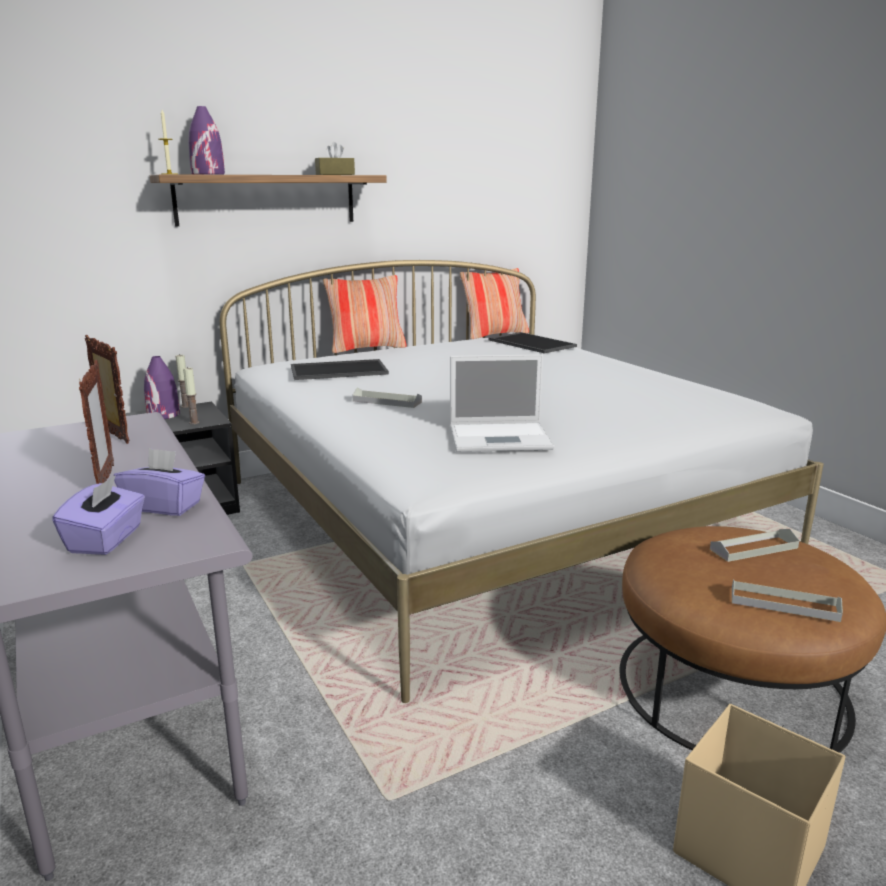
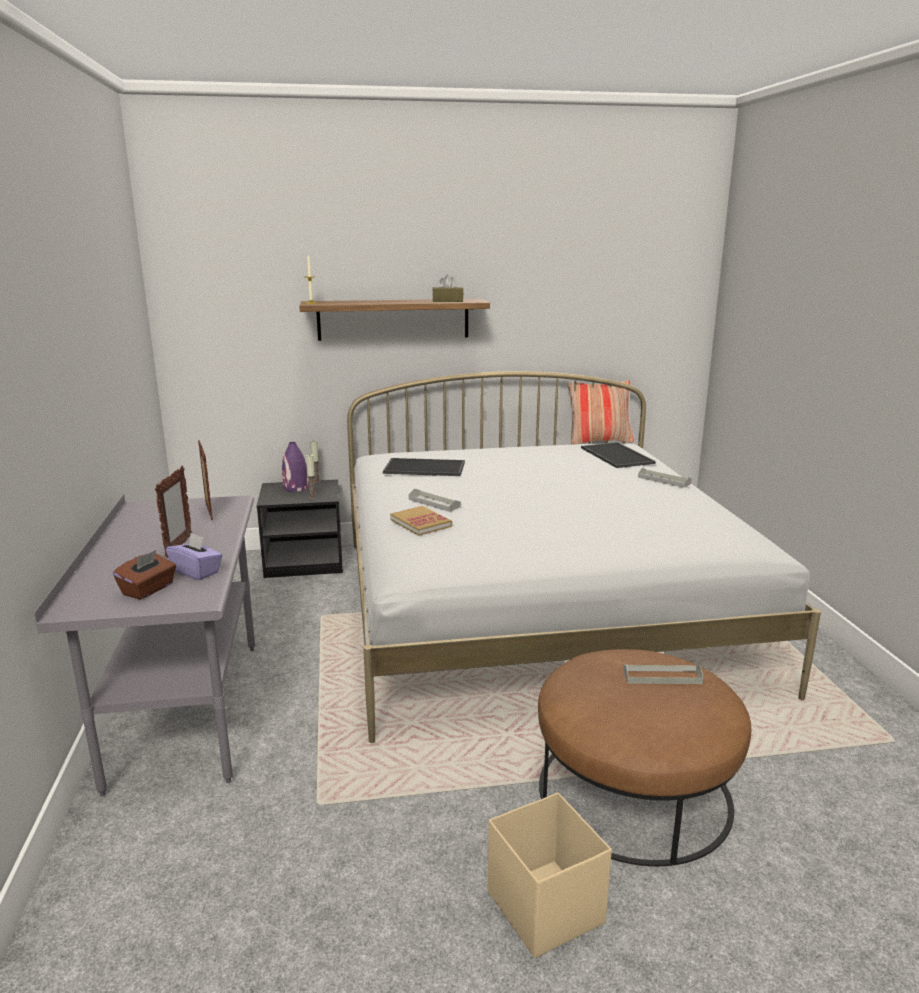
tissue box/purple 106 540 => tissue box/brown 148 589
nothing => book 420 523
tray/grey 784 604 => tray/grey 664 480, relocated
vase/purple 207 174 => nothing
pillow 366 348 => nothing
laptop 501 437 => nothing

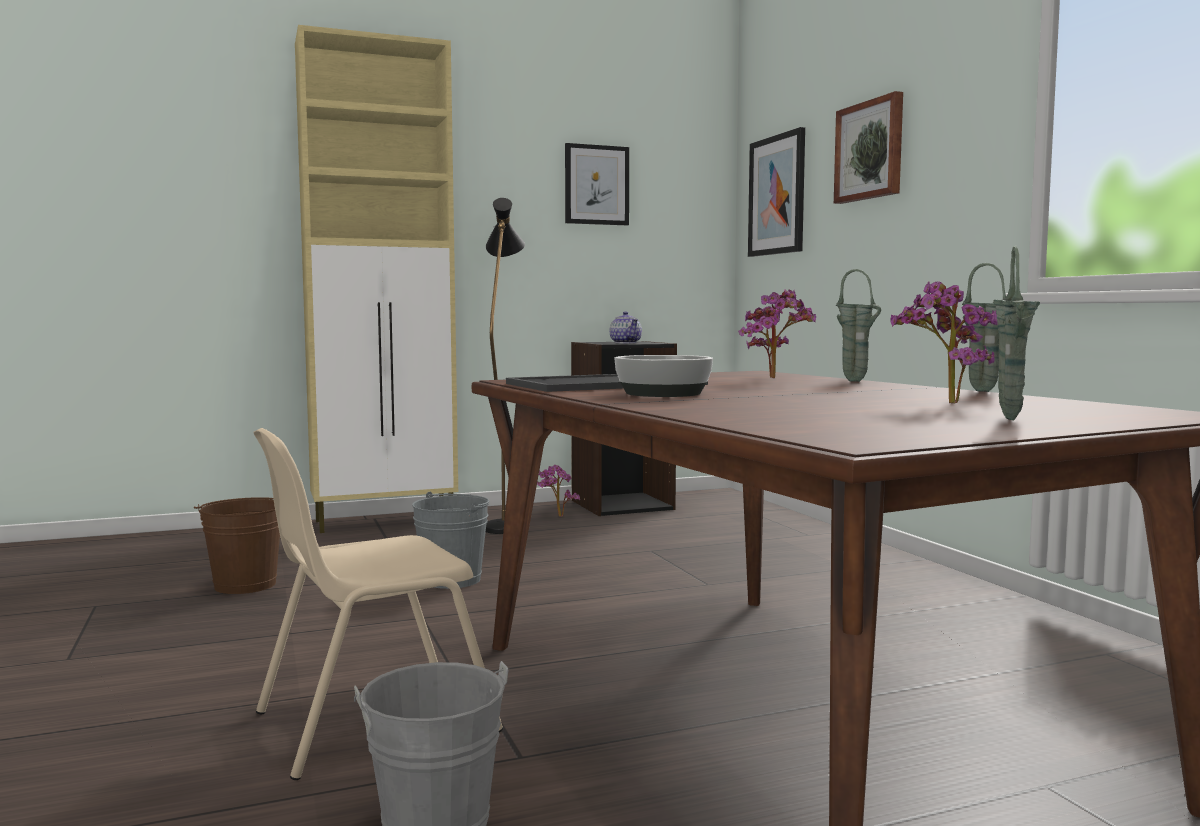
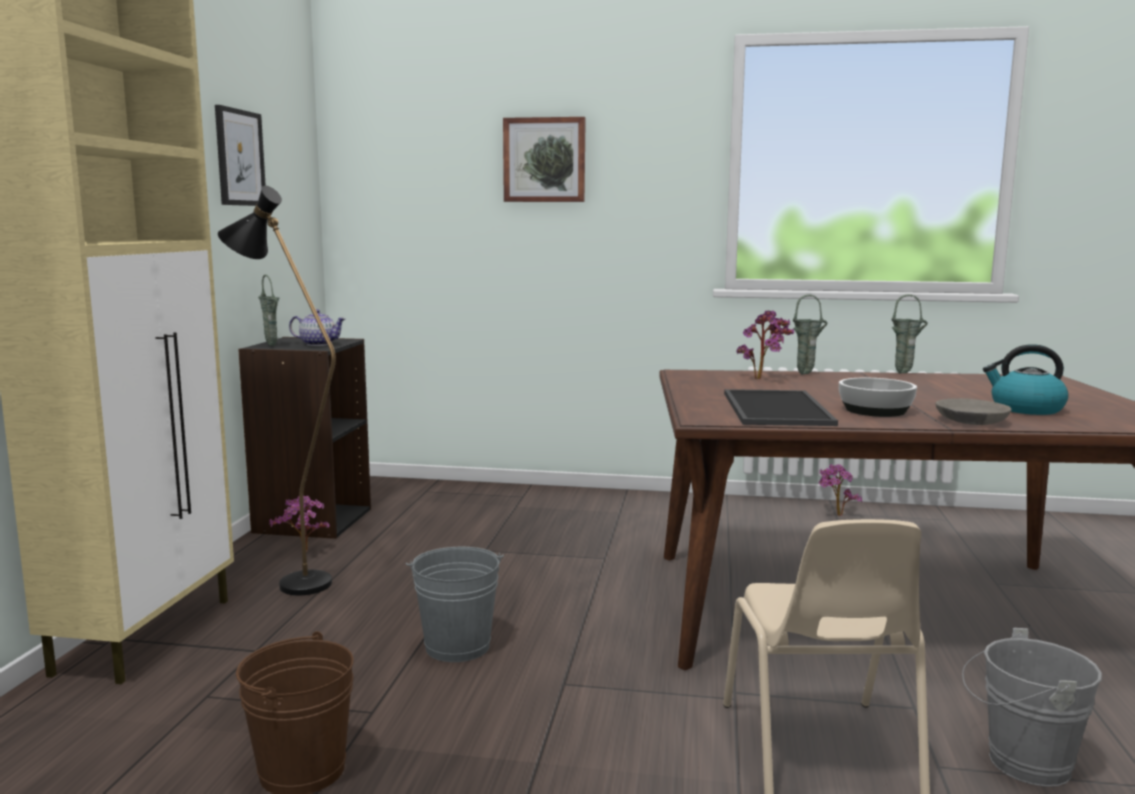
vase/green 1011 420 => vase/green 272 346, relocated
potted plant 944 402 => potted plant 835 515, relocated
nothing => bowl/grey 970 421
nothing => kettle 1025 409
picture 777 195 => nothing

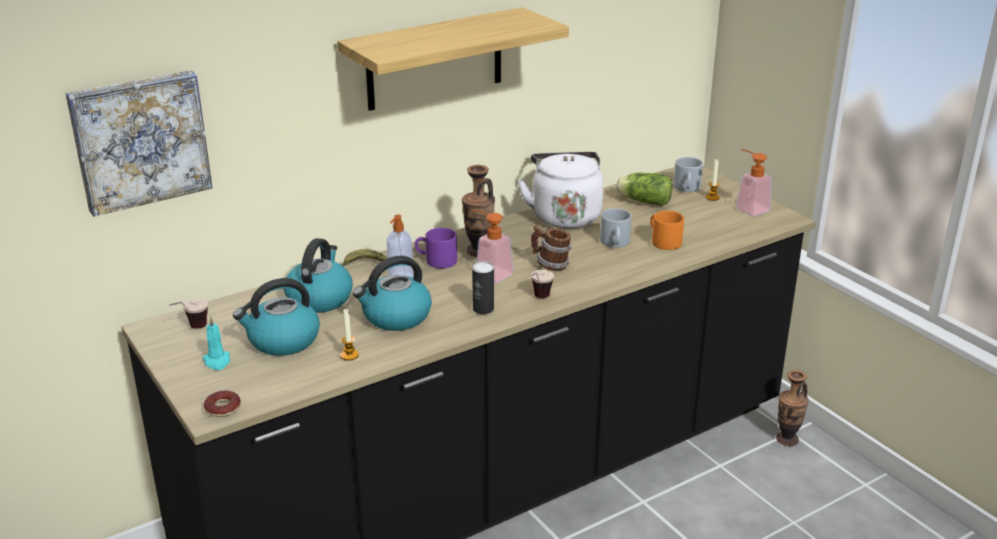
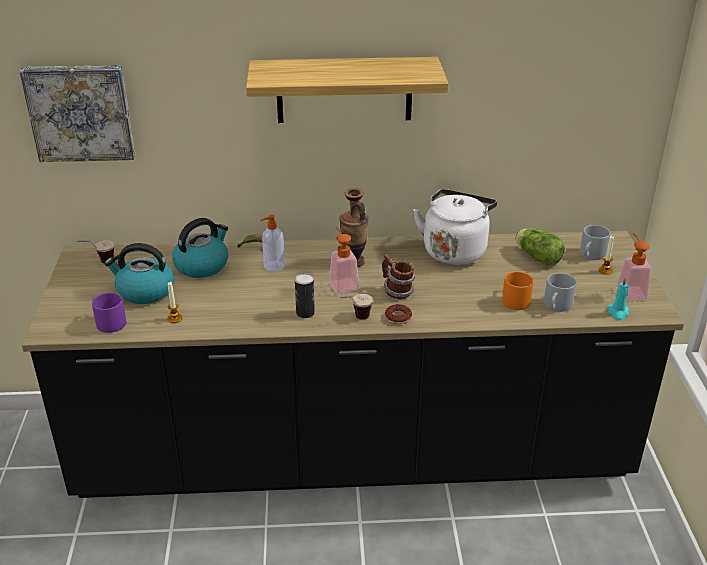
mug/purple 436 261 => mug/purple 107 322, relocated
donut 223 408 => donut 398 317, relocated
mug/grey 616 243 => mug/grey 556 306, relocated
candle/turquoise 217 361 => candle/turquoise 618 313, relocated
kettle 395 317 => nothing
vase 787 439 => nothing

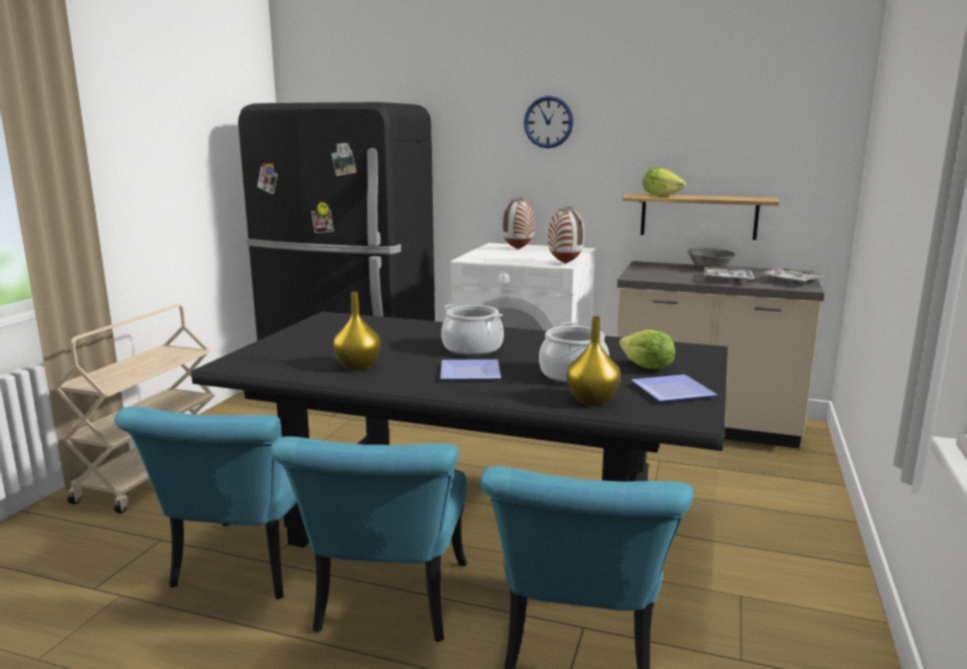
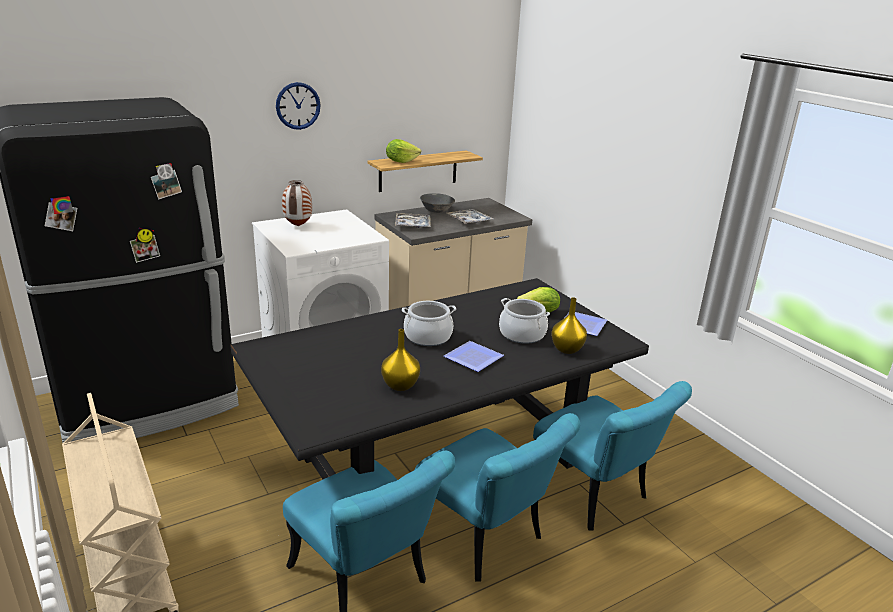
tray 791 281 => tray 412 225, relocated
vase 566 263 => nothing

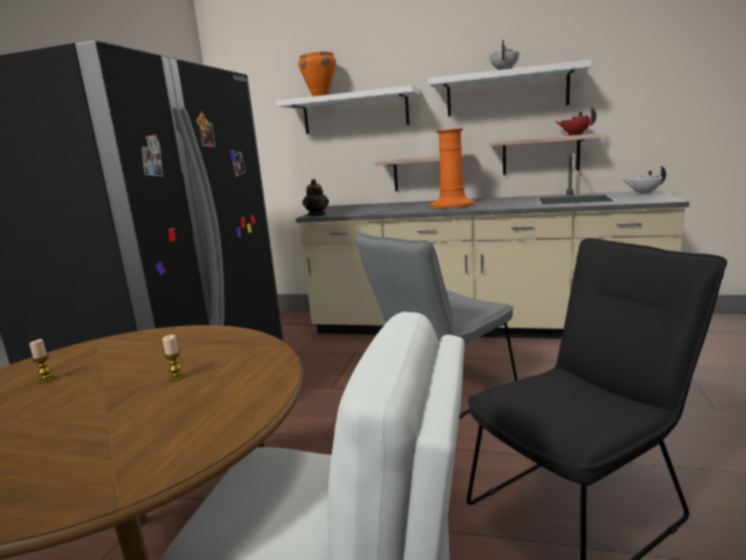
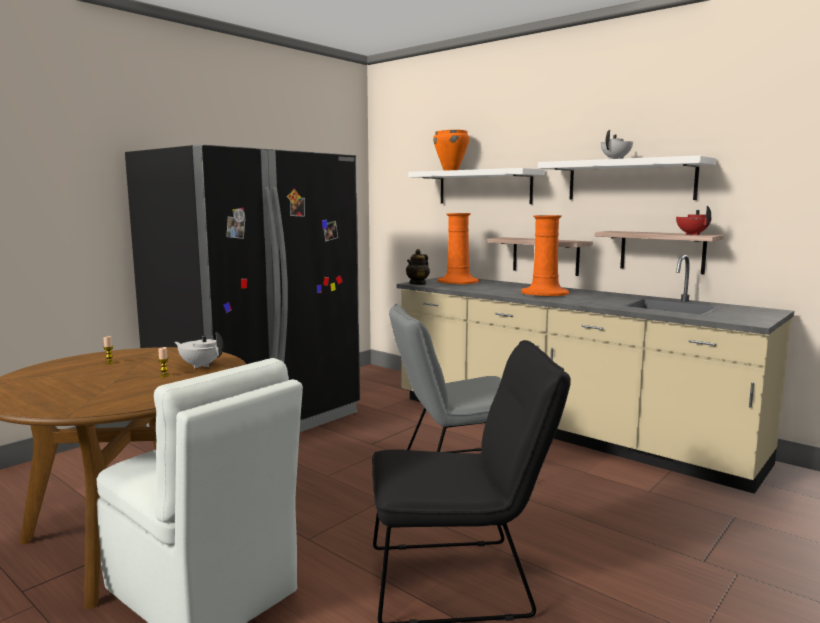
teapot/white 643 193 => teapot/white 200 365, relocated
nothing => vase/orange 458 282

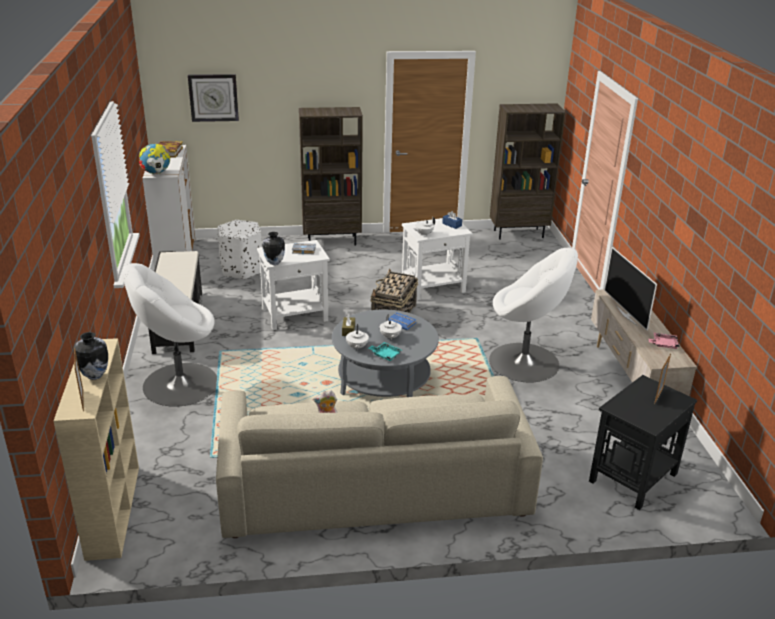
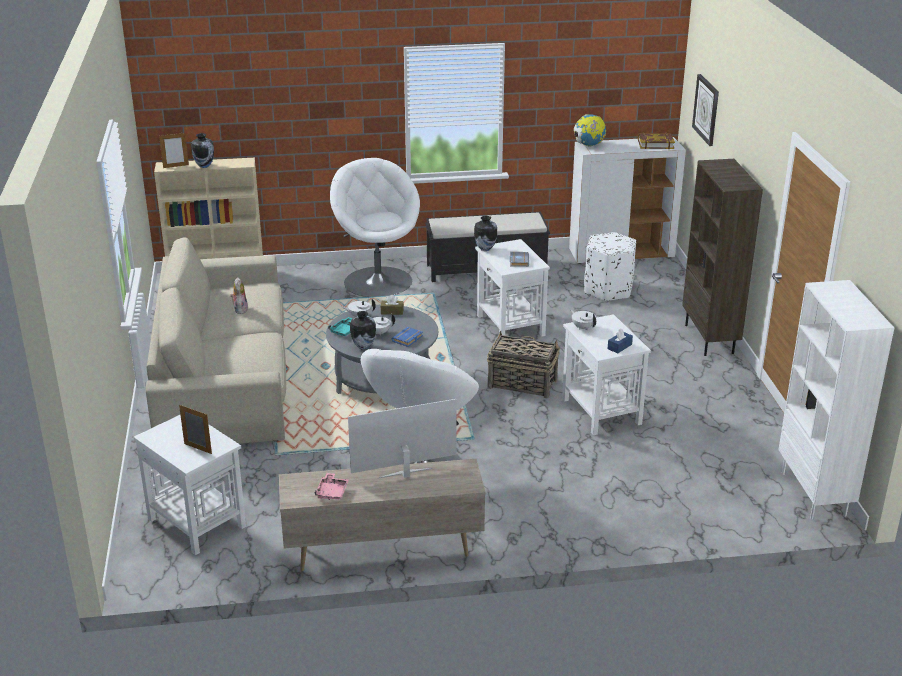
side table/black 632 477 => side table/white 197 522
nothing => vase 363 346
bookcase/brown 518 233 => bookcase/white 814 494

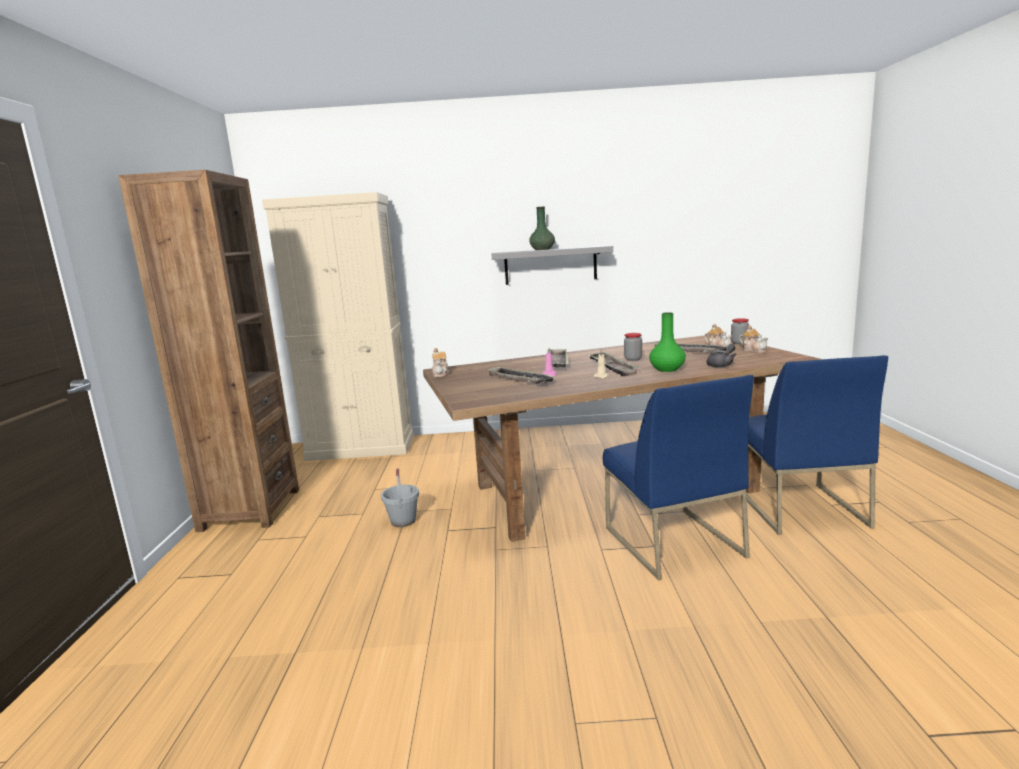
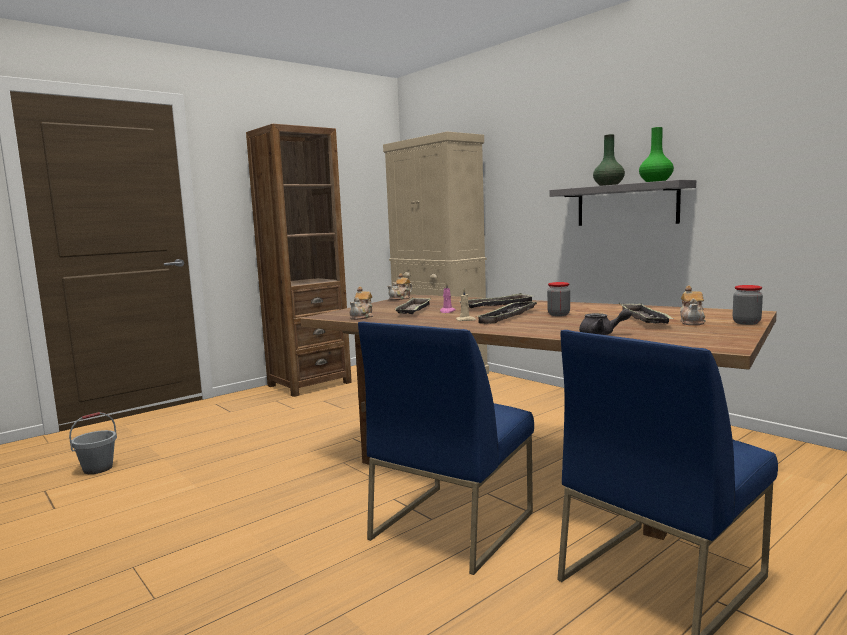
bucket/grey 403 521 => bucket/grey 98 468, relocated
teapot 753 350 => teapot 362 317, relocated
vase/green 666 369 => vase/green 655 181, relocated

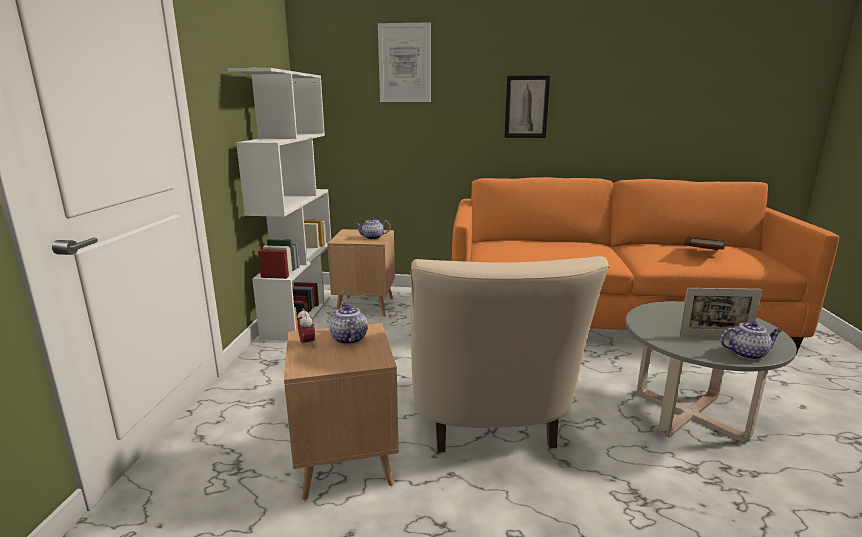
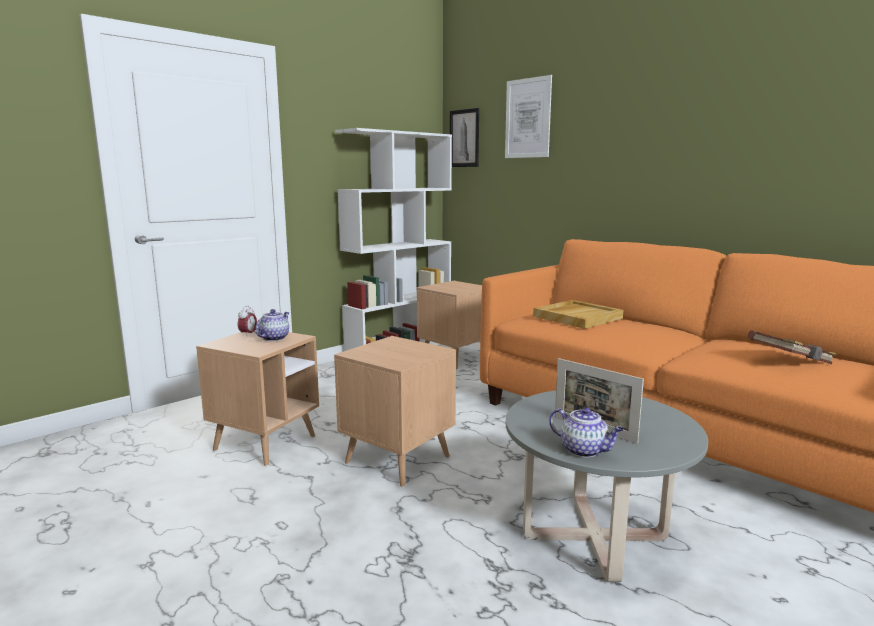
armchair/beige 489 420 => side table/brown 397 460
picture 526 107 => picture 464 138, relocated
nothing => tray/beige 577 317
teapot 372 237 => nothing

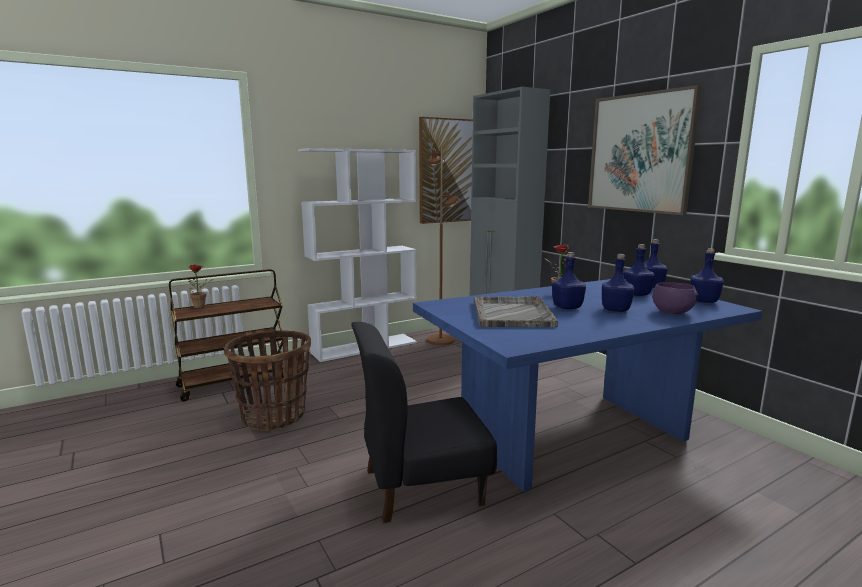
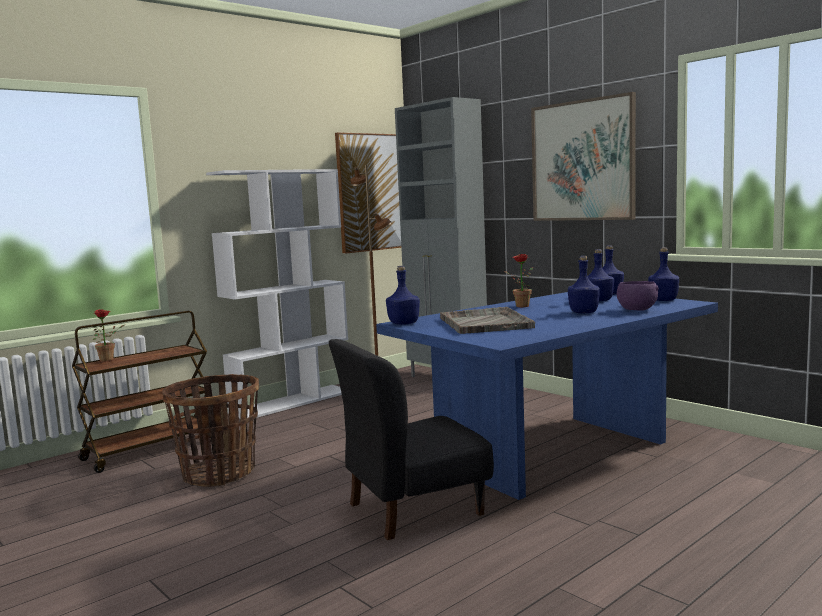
bottle/blue 567 307 => bottle/blue 404 323, relocated

